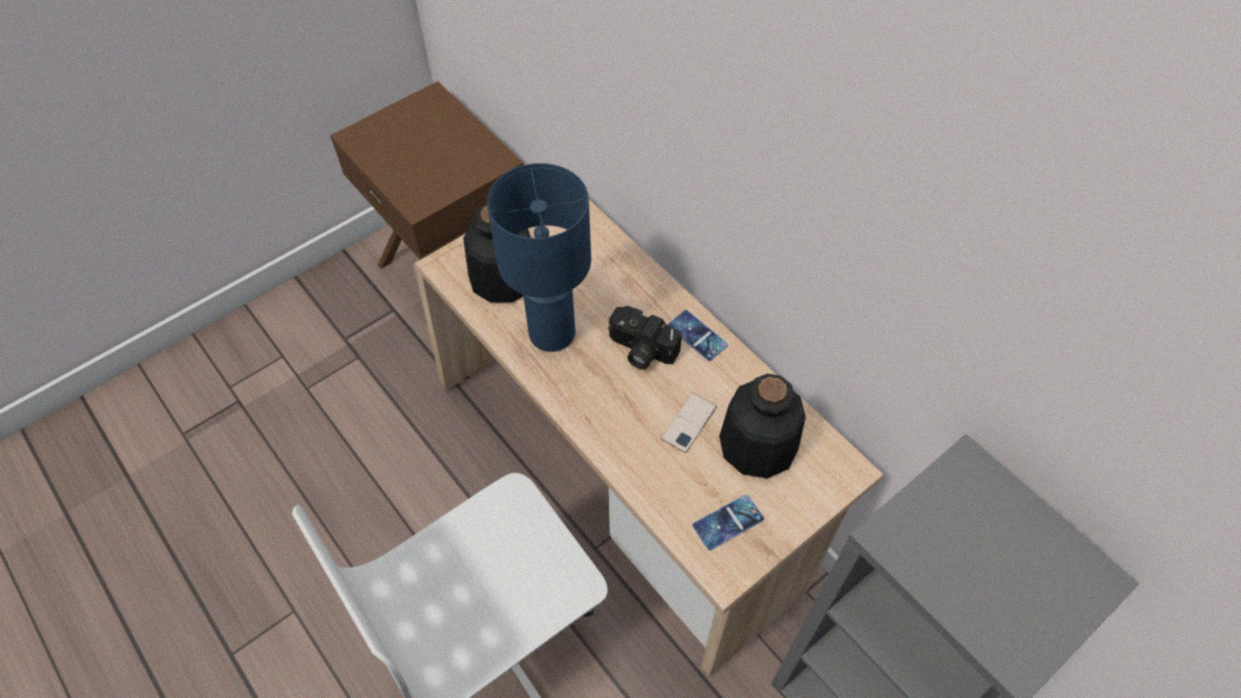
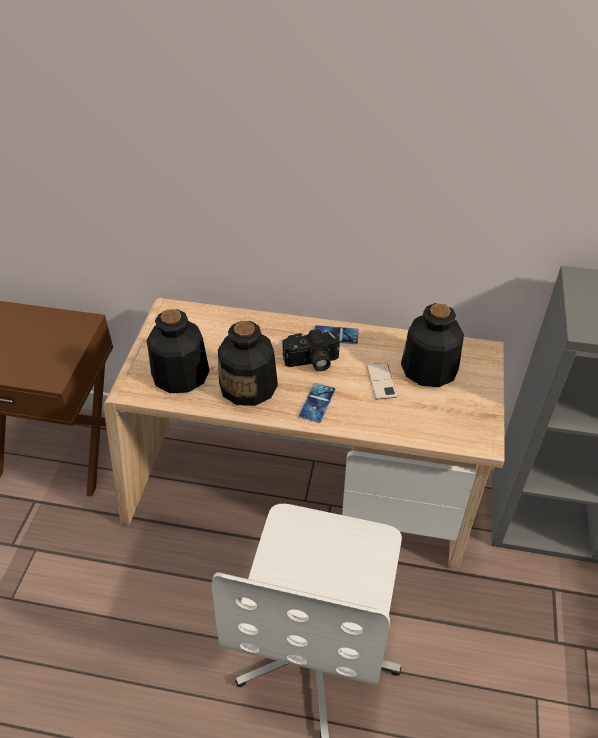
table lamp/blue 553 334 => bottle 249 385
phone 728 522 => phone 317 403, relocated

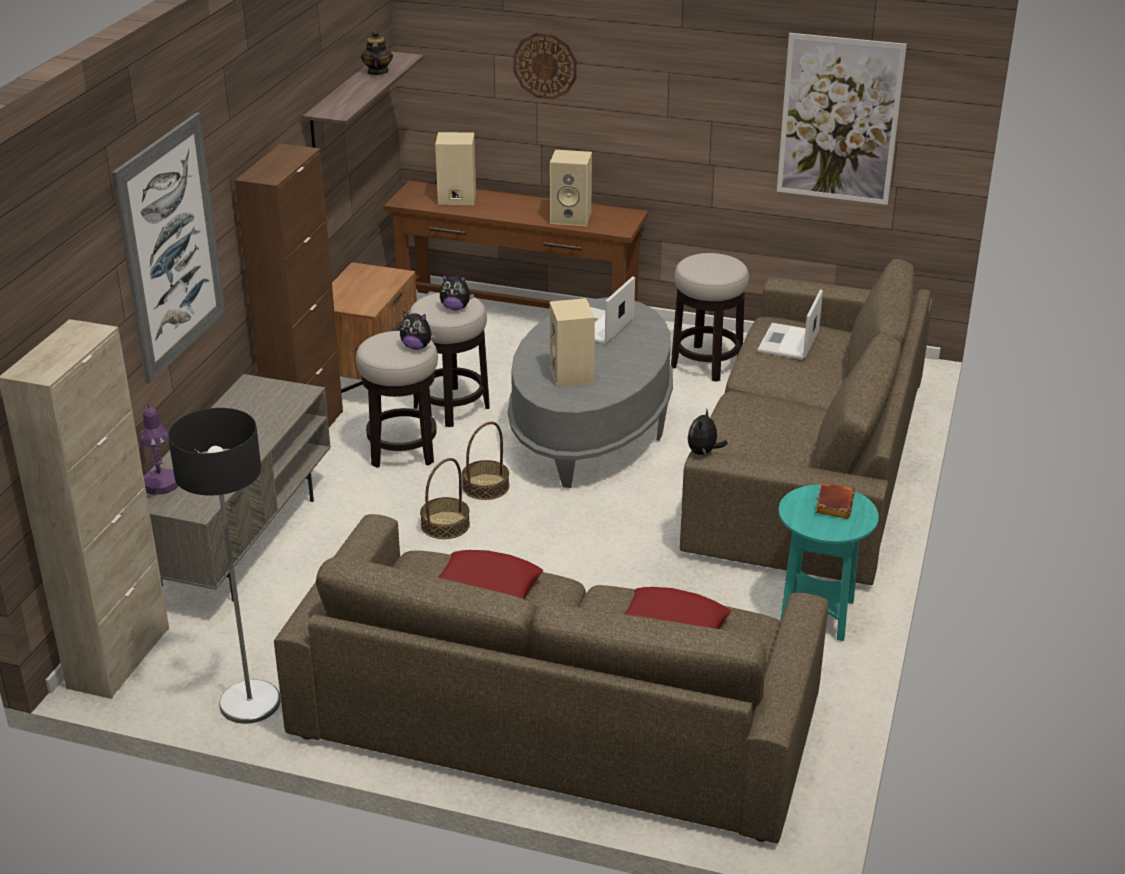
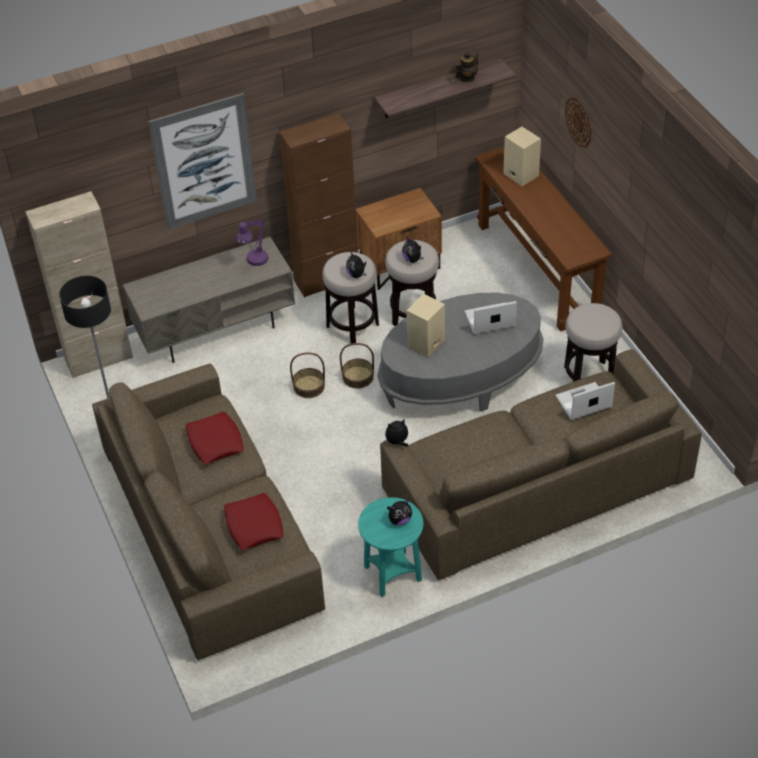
table lamp/purple 162 488 => table lamp/purple 254 261, relocated
book/brown 833 504 => plush toy 399 520
speaker/beige 572 218 => nothing
picture 839 119 => nothing

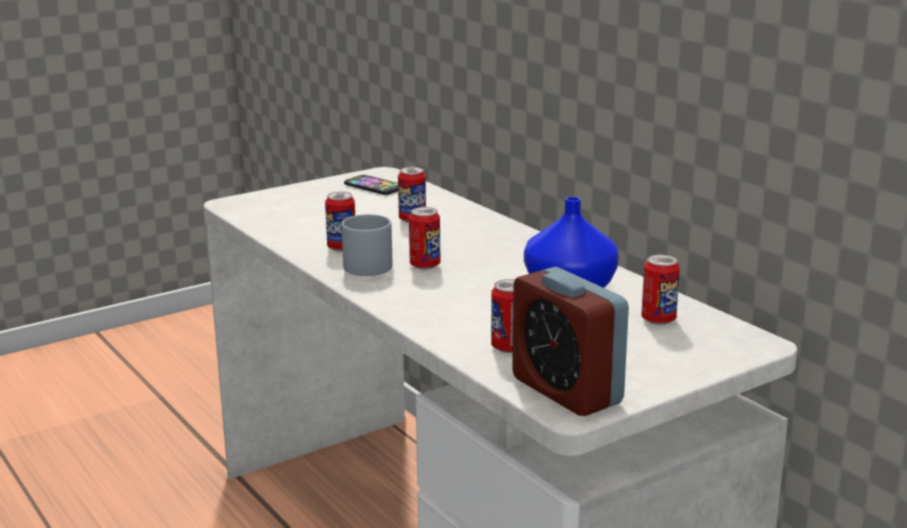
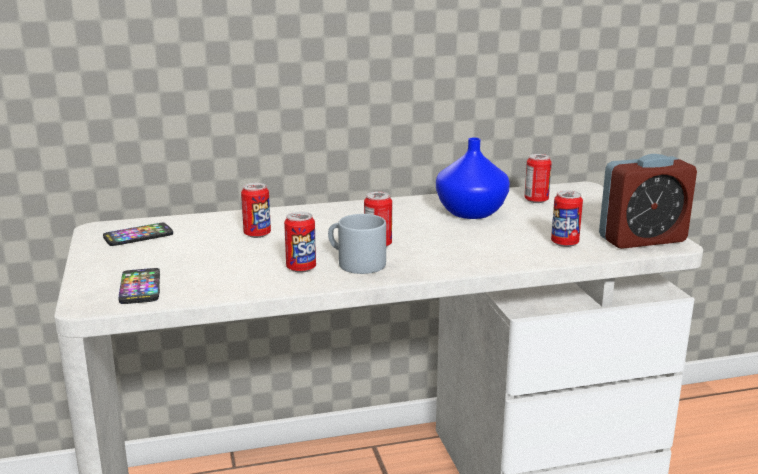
nothing => phone 140 287

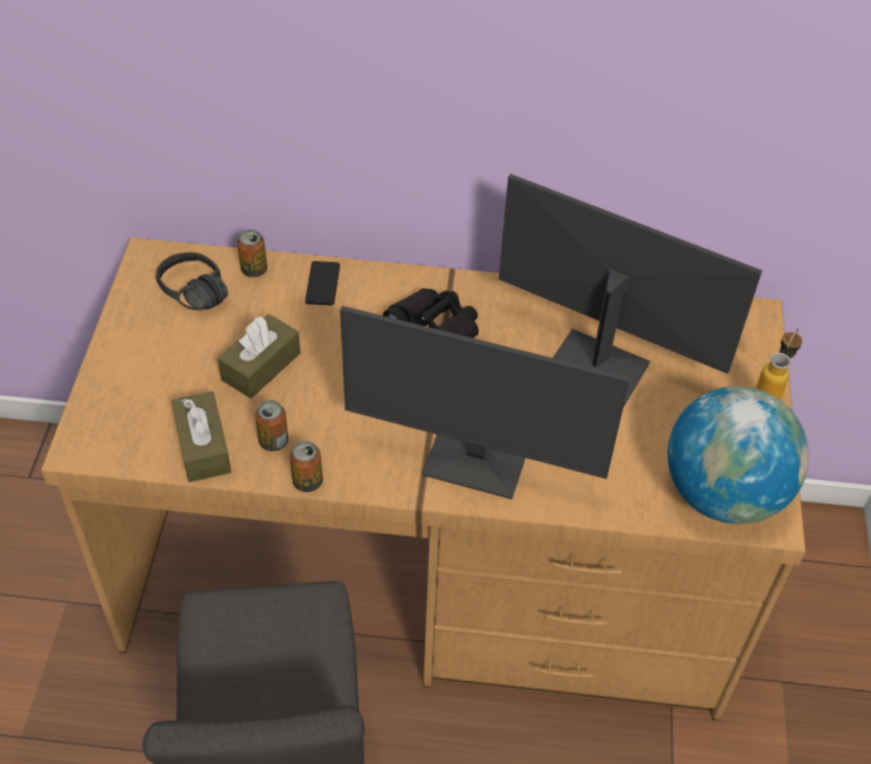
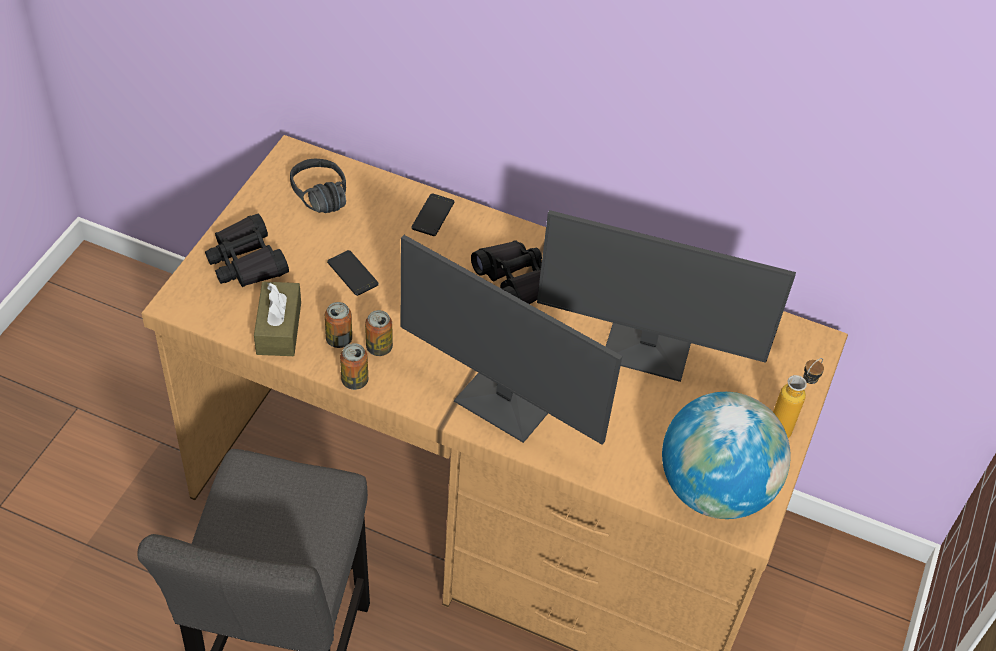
nothing => binoculars/black 246 261
tissue box/brown 261 366 => phone 352 273
can 254 270 => can 379 347, relocated
monitor 597 366 => monitor 647 349, 150 degrees clockwise

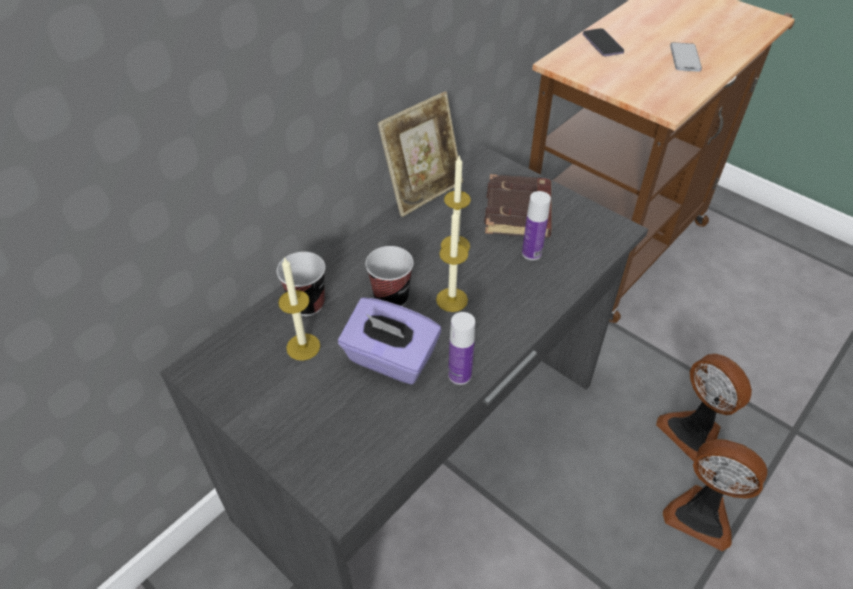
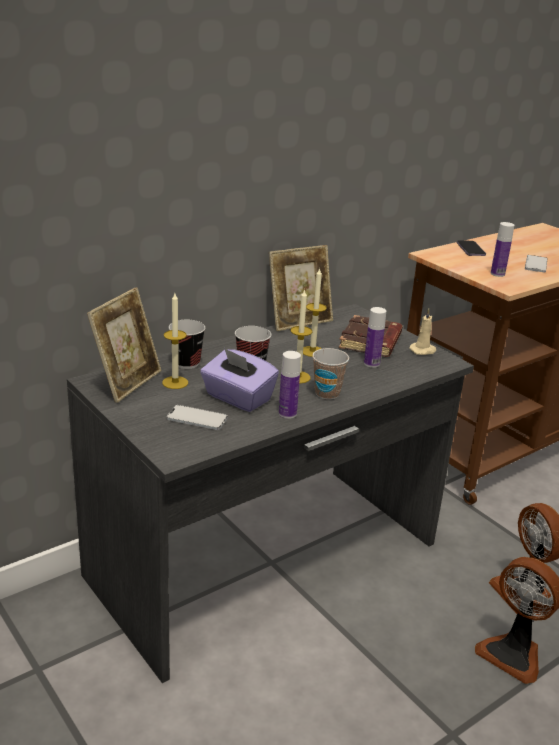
nothing => picture frame 127 382
nothing => phone 197 419
nothing => cup 327 393
nothing => candle/beige 423 350
nothing => bottle 497 274

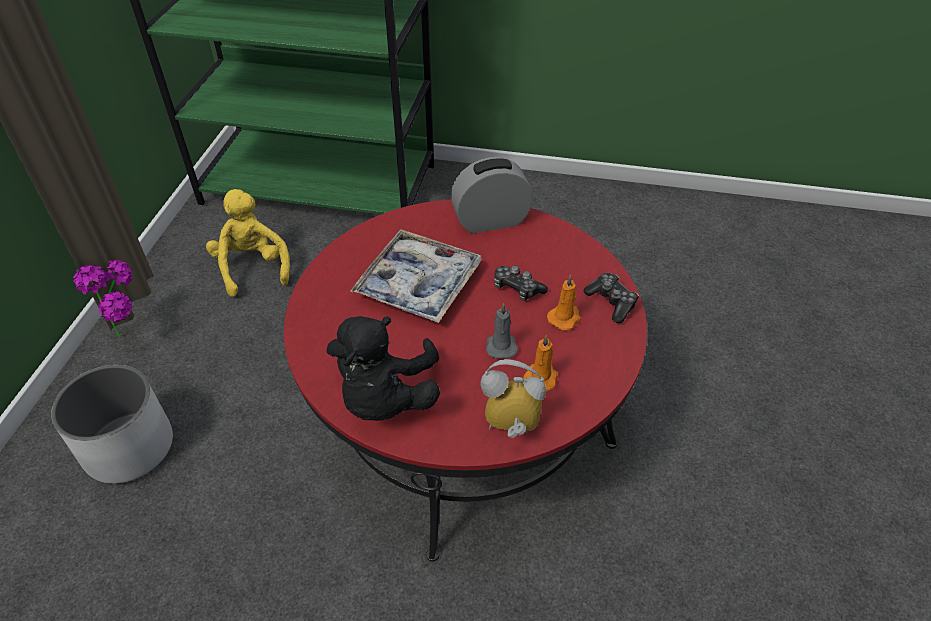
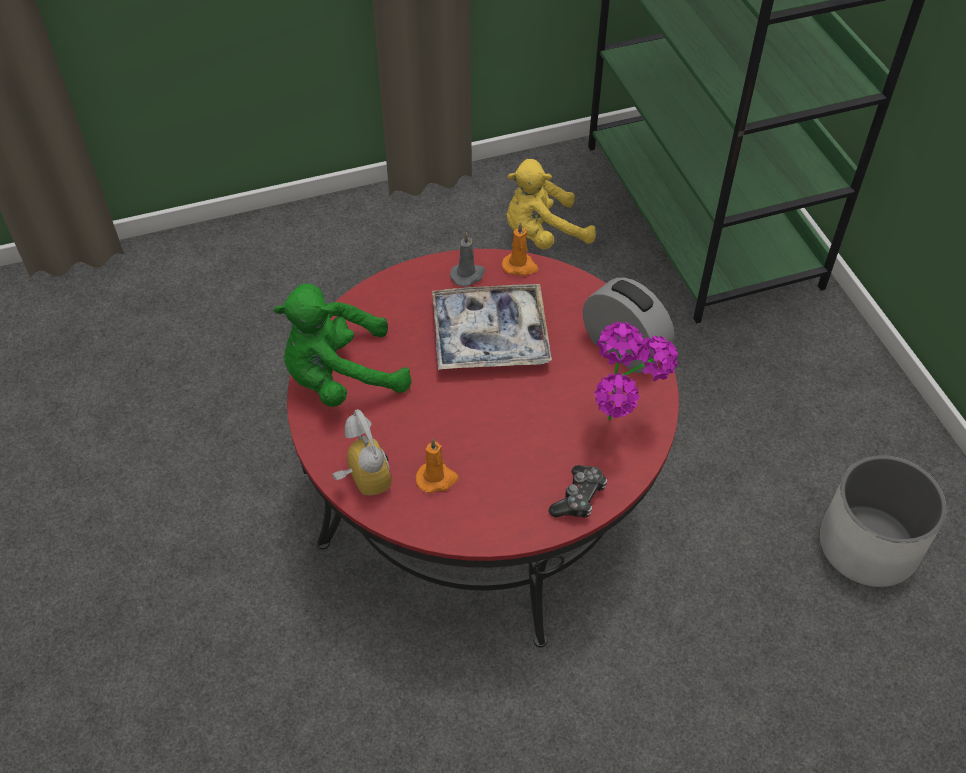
plush toy/black 384 397 => plush toy/green 341 378
candle/grey 501 345 => candle/grey 468 275, relocated
candle/orange 565 318 => candle/orange 520 266, relocated
plush toy/yellow 253 267 => plush toy/yellow 542 234, 150 degrees counterclockwise
potted plant 132 333 => potted plant 623 428, relocated
planter/white 128 448 => planter/white 867 545, relocated
game controller 517 288 => nothing

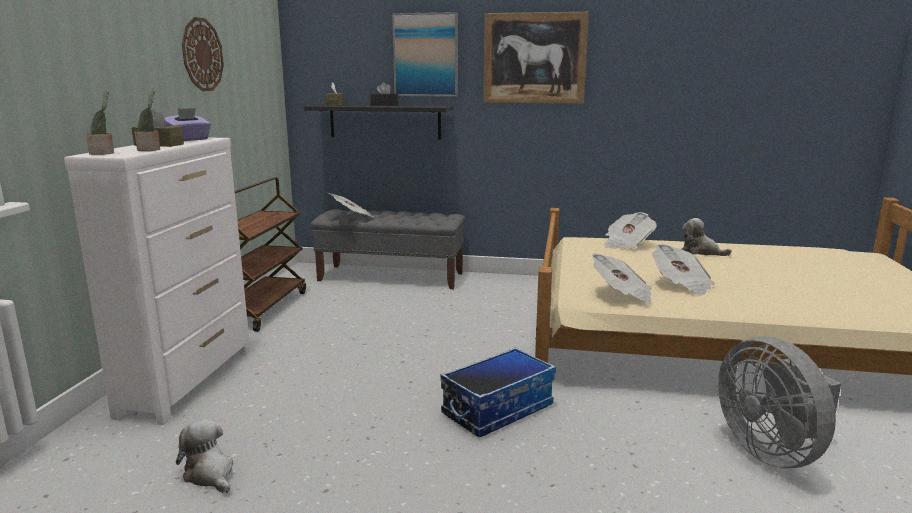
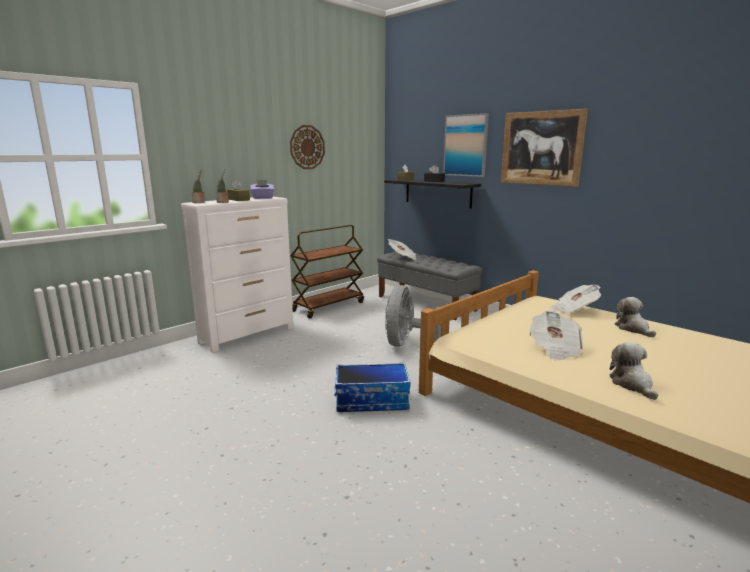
fan/grey 772 451 => fan/grey 407 344, relocated
plush toy 210 474 => plush toy 632 384, relocated
newspaper 622 294 => nothing

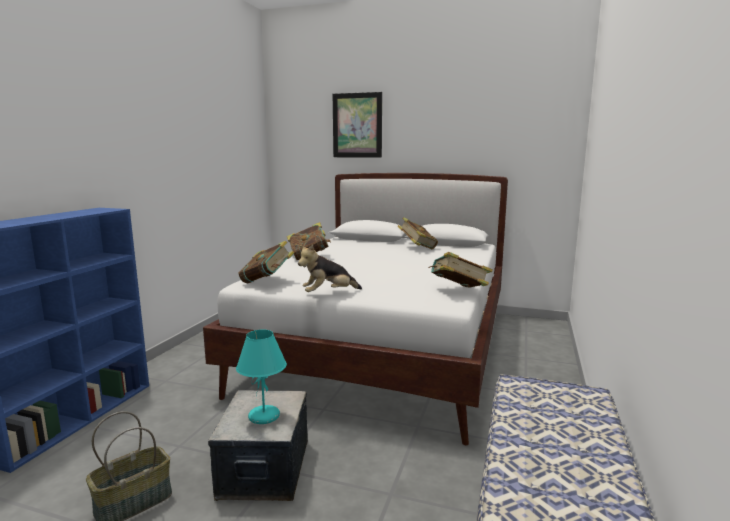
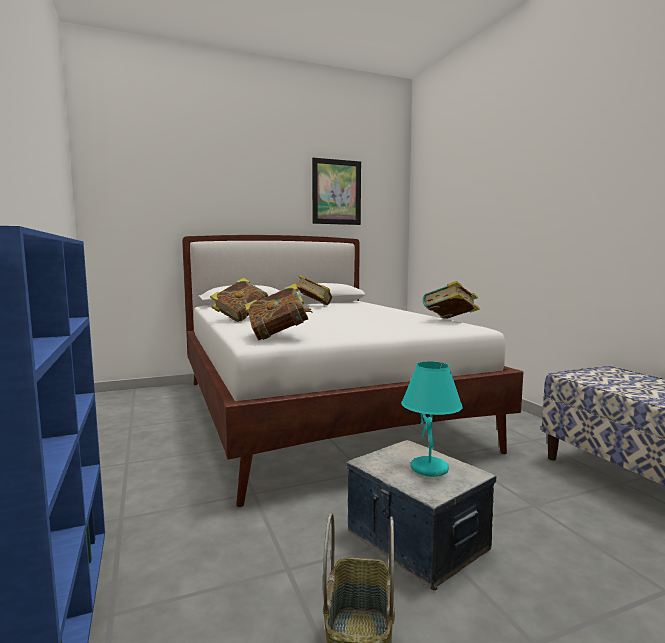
picture 357 125 => picture 336 192, relocated
plush toy 328 294 => nothing

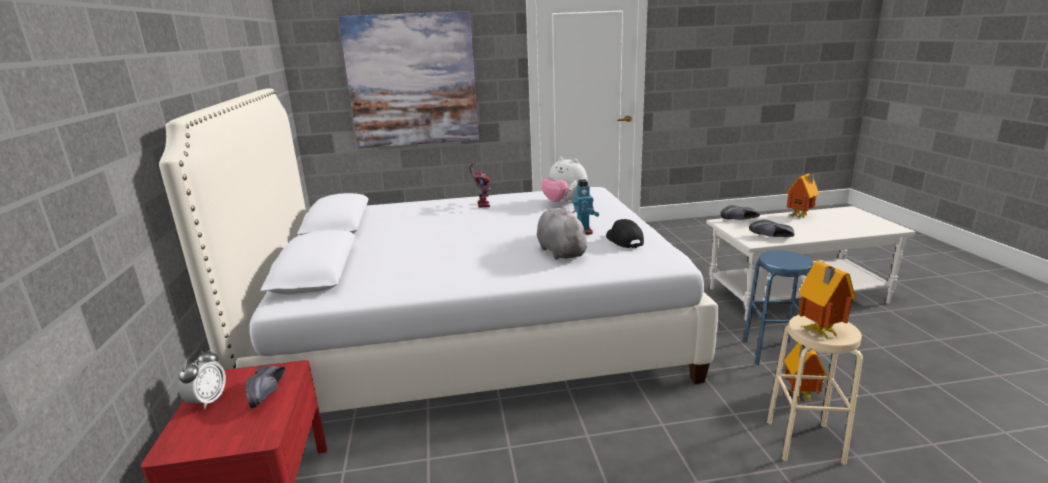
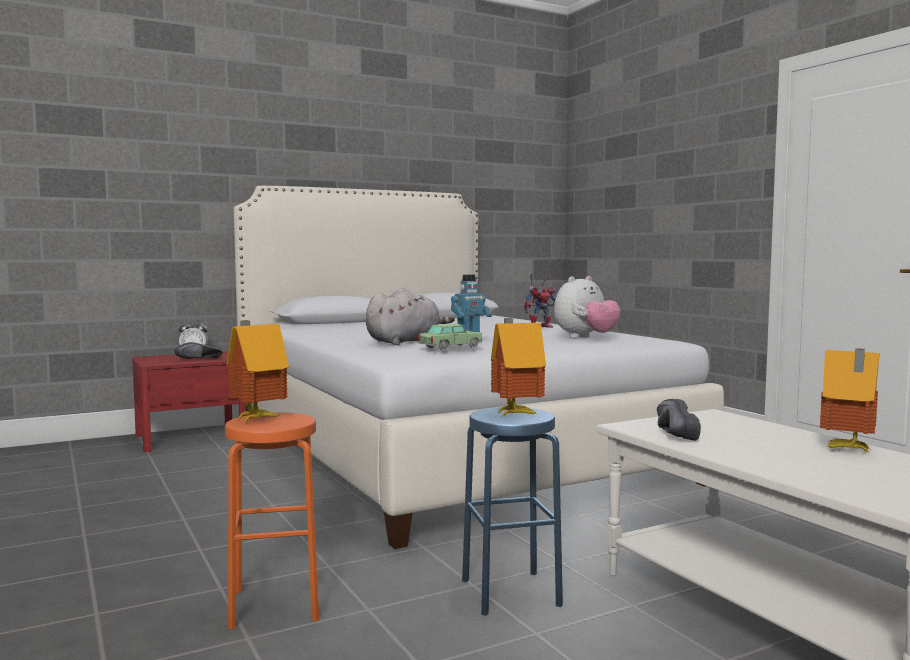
stool/beige 804 442 => stool/orange 275 605
cap/black 624 240 => toy car 450 348
toy house 799 396 => toy house 515 414, relocated
plush toy 564 203 => plush toy 585 338, 150 degrees counterclockwise
picture 412 81 => nothing
shoe/black 740 220 => nothing

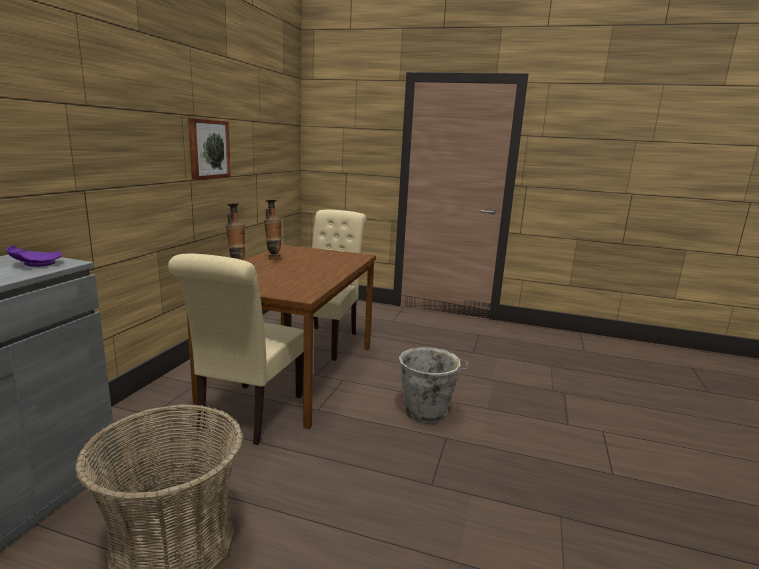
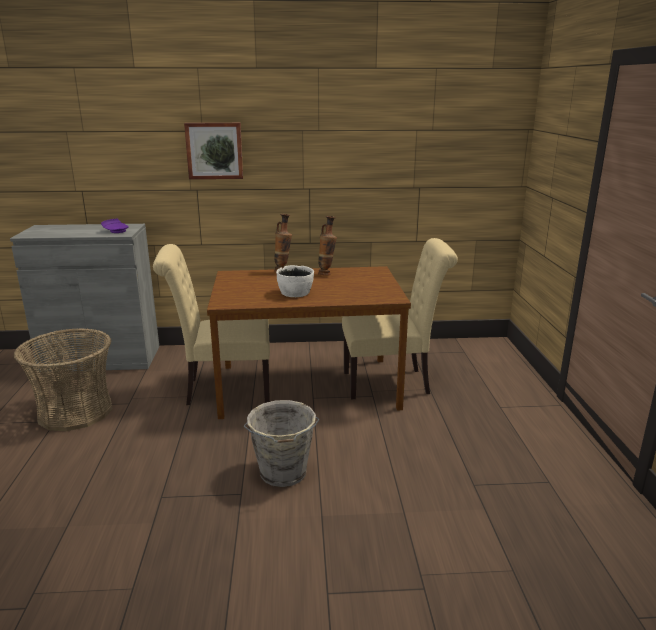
picture 208 149 => picture 214 150, relocated
nothing => bowl/white 296 293

